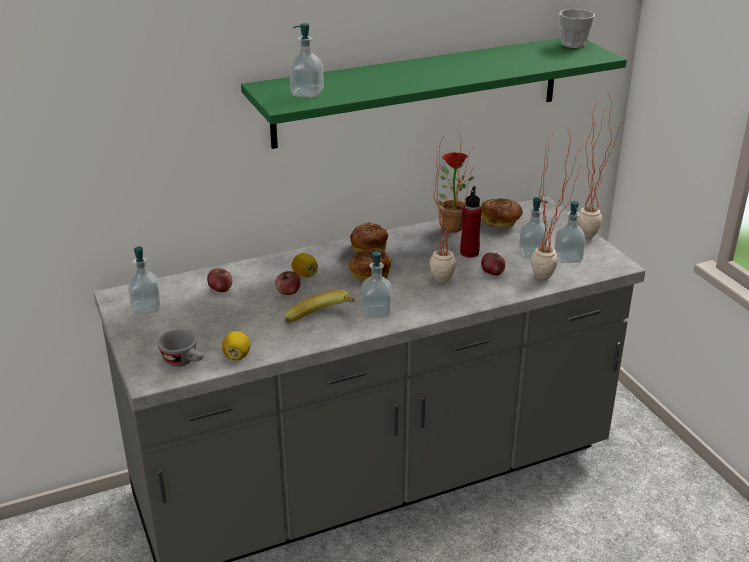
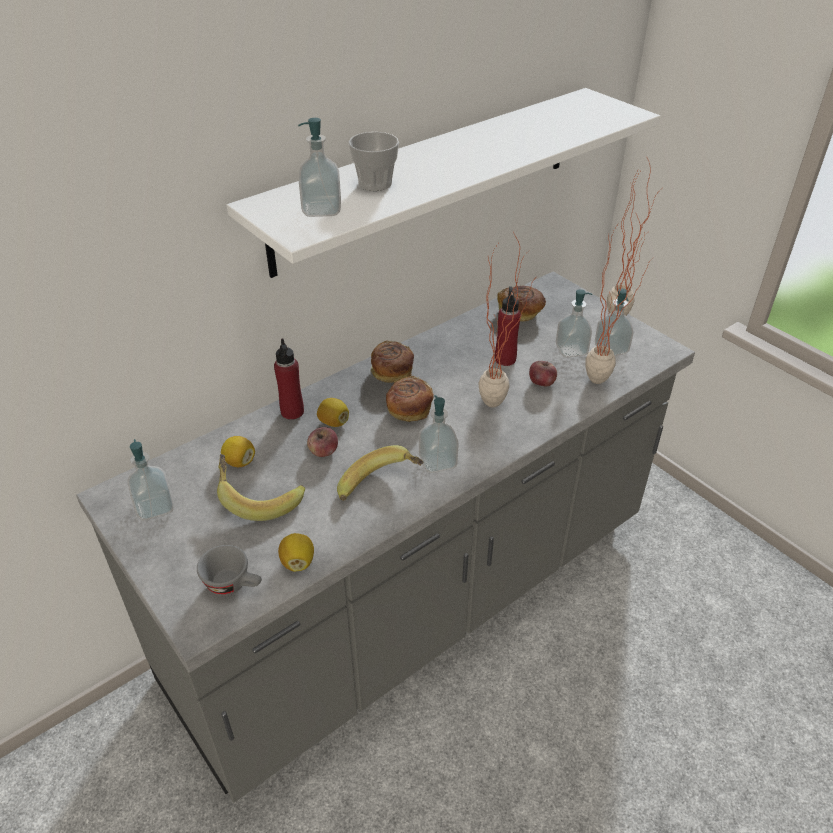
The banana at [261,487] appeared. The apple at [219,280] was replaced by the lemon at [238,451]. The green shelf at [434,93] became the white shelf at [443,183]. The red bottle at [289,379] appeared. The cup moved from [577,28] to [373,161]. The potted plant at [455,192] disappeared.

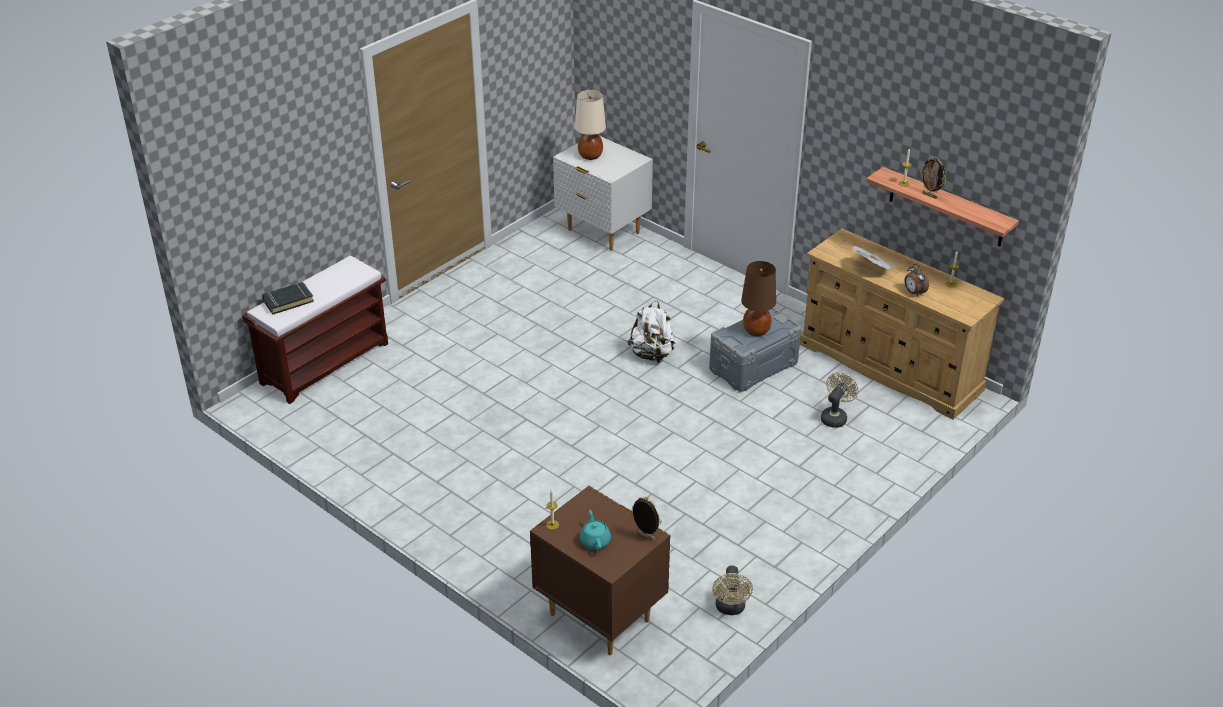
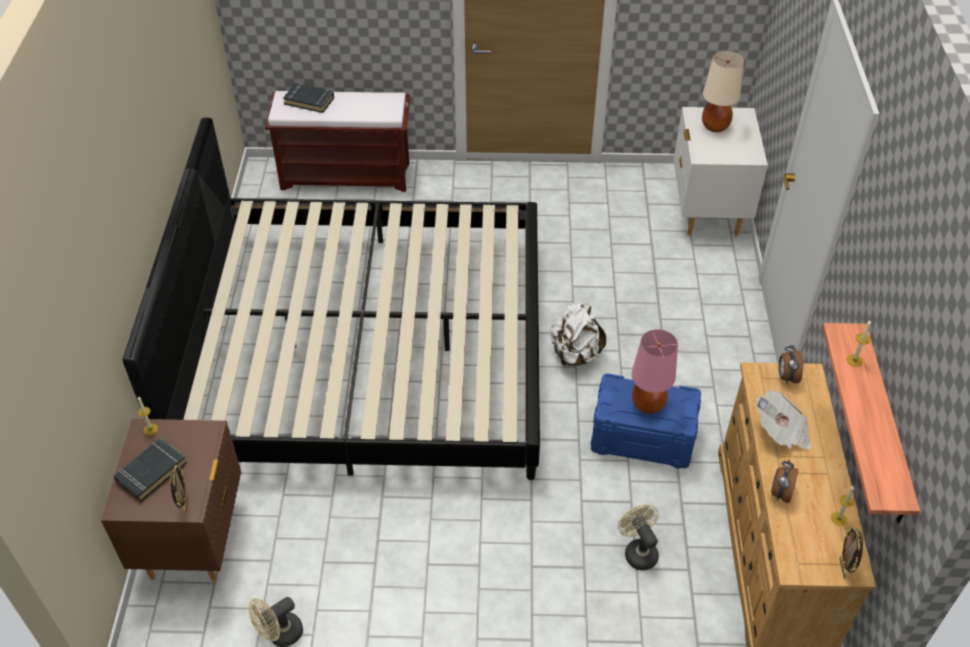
The turquoise teapot at [595,530] was replaced by the black book at [150,470]. The bed at [331,299] appeared. The grey storage box at [755,350] became the blue storage box at [645,421]. The beige fan at [840,400] turned 105 degrees counterclockwise. The brown table lamp at [758,298] became the pink table lamp at [655,371]. The alarm clock at [791,363] appeared. The picture frame moved from [933,178] to [851,553].

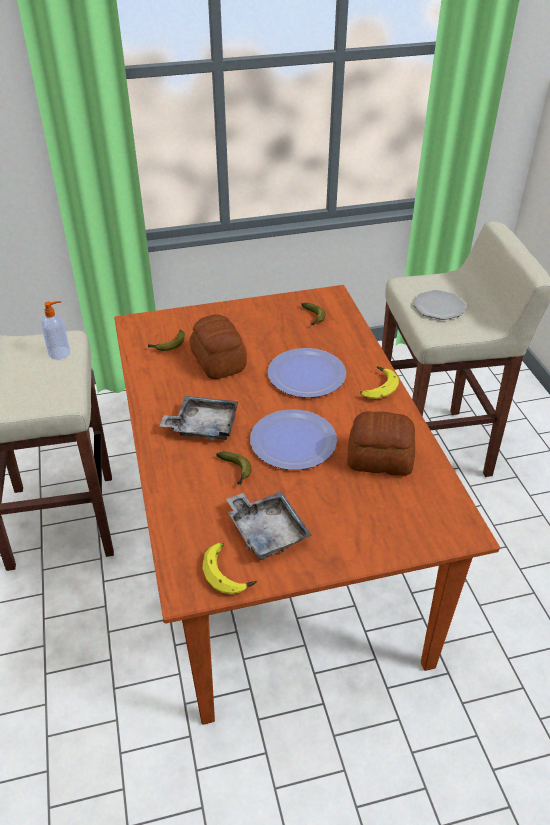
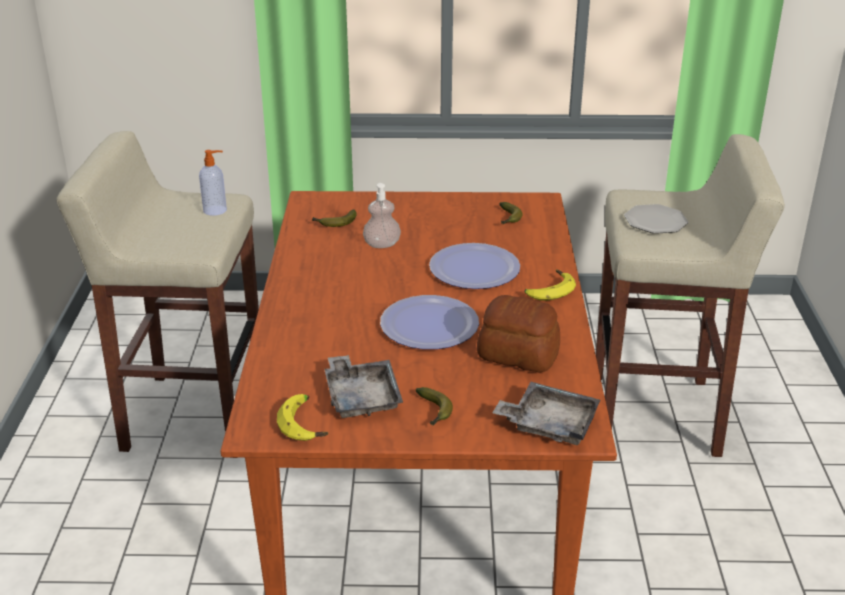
The bread at [218,346] was replaced by the soap dispenser at [382,215]. The banana moved from [234,468] to [434,406]. The grey tray moved from [199,418] to [546,413].

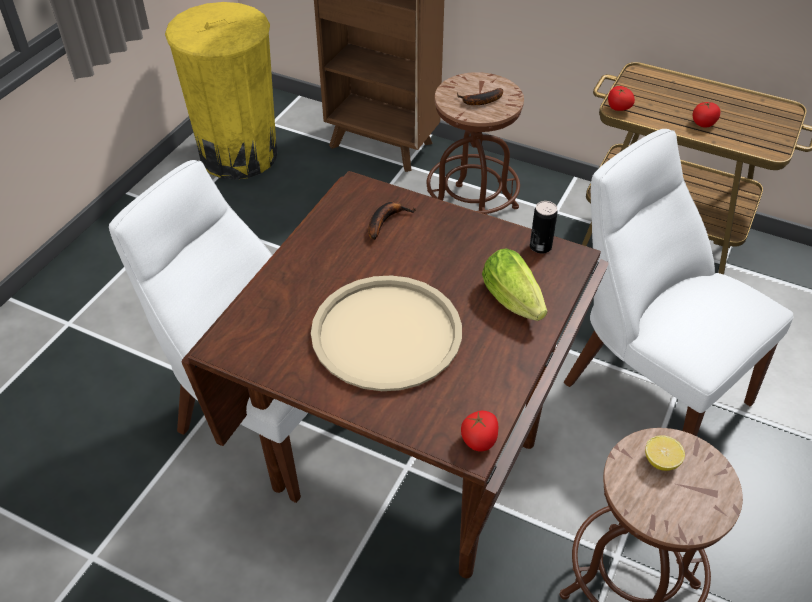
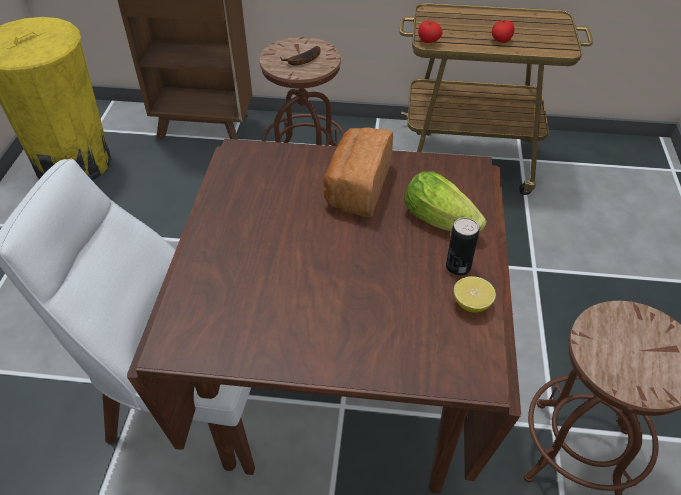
The bread at [358,172] appeared. The can moved from [544,227] to [462,247]. The lemon moved from [665,453] to [475,294]. The beige tray at [386,333] disappeared. The banana at [392,220] disappeared. The tomato at [479,431] disappeared. The white chair at [678,282] disappeared.

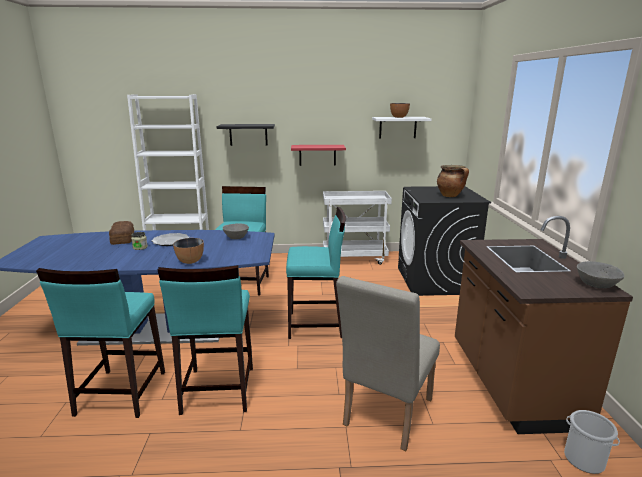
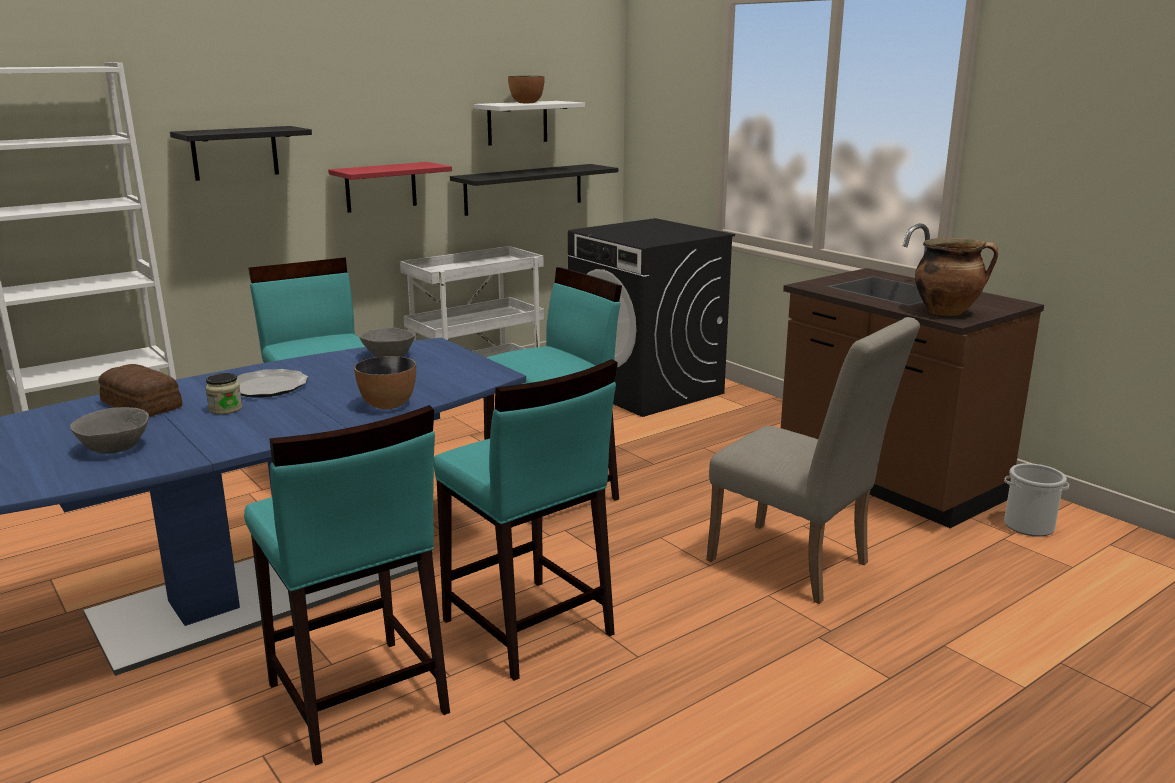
The grey bowl moved from [601,274] to [109,430]. The black shelf at [534,190] appeared. The beige chair at [388,363] turned 45 degrees counterclockwise. The cooking pot moved from [453,181] to [956,277].

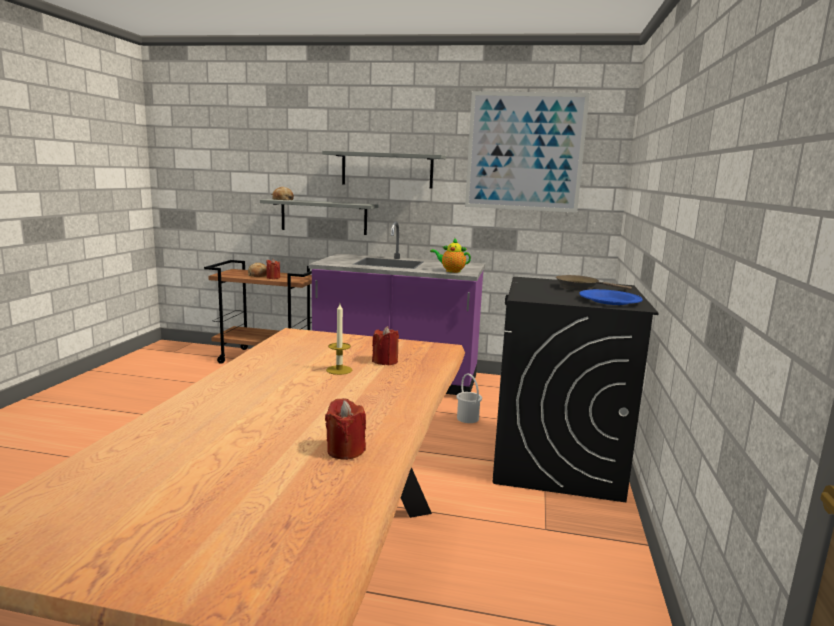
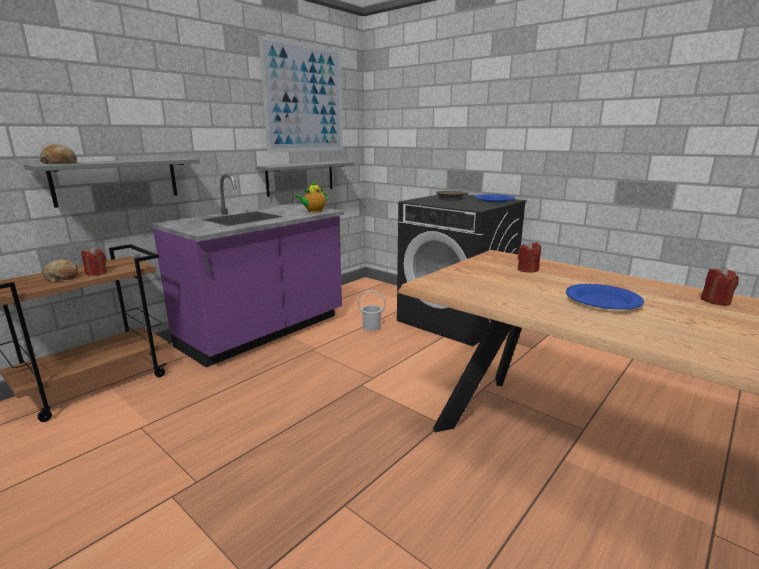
The grey shelf moved from [384,169] to [304,179]. The blue plate at [605,297] appeared. The candle at [339,339] disappeared.

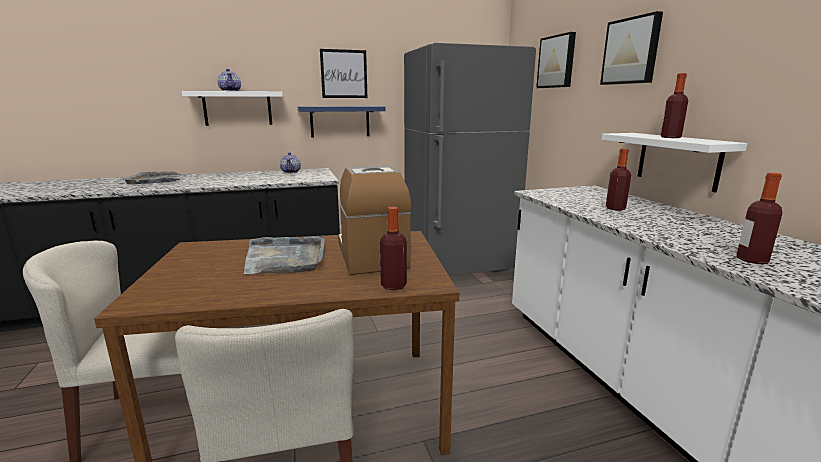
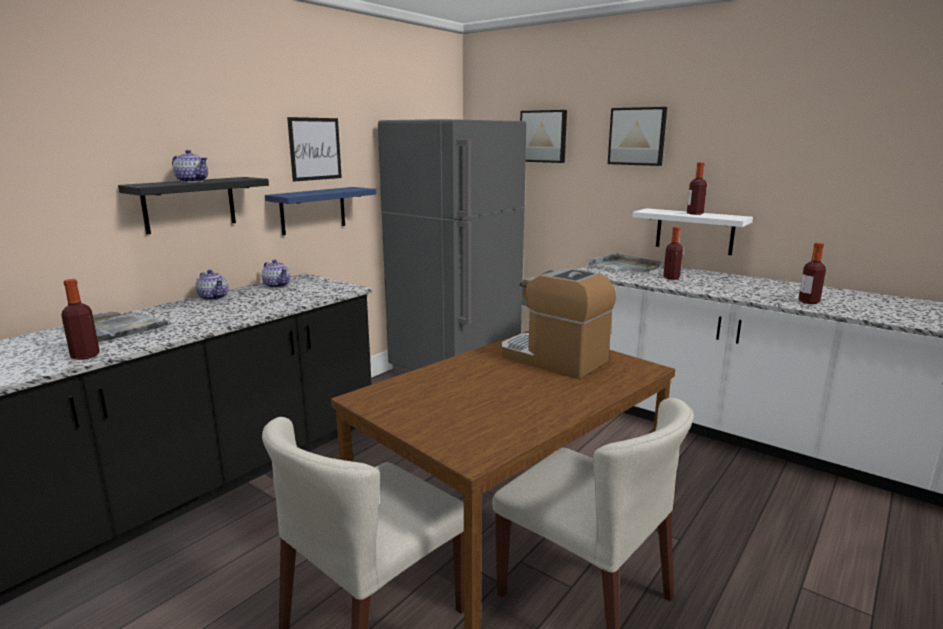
The bottle moved from [393,248] to [80,319]. The white shelf at [232,108] became the black shelf at [193,205]. The teapot at [211,285] appeared. The grey tray moved from [284,255] to [624,263].

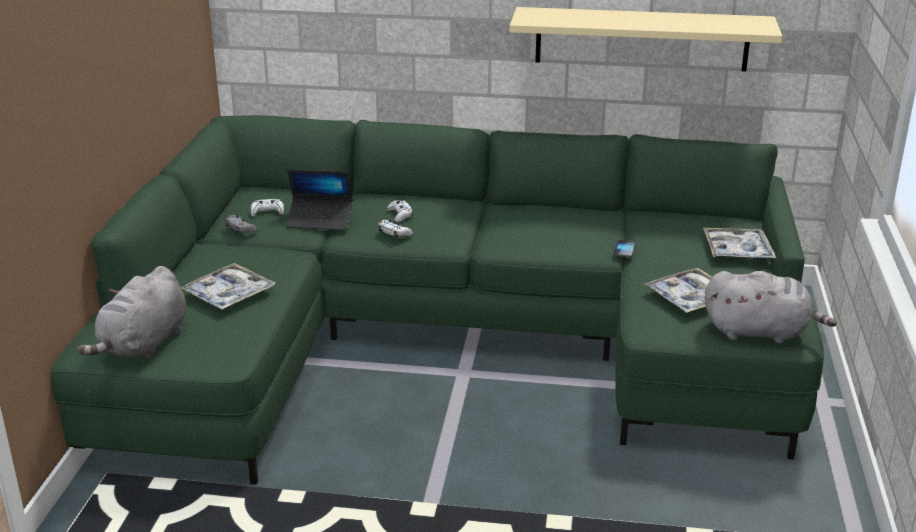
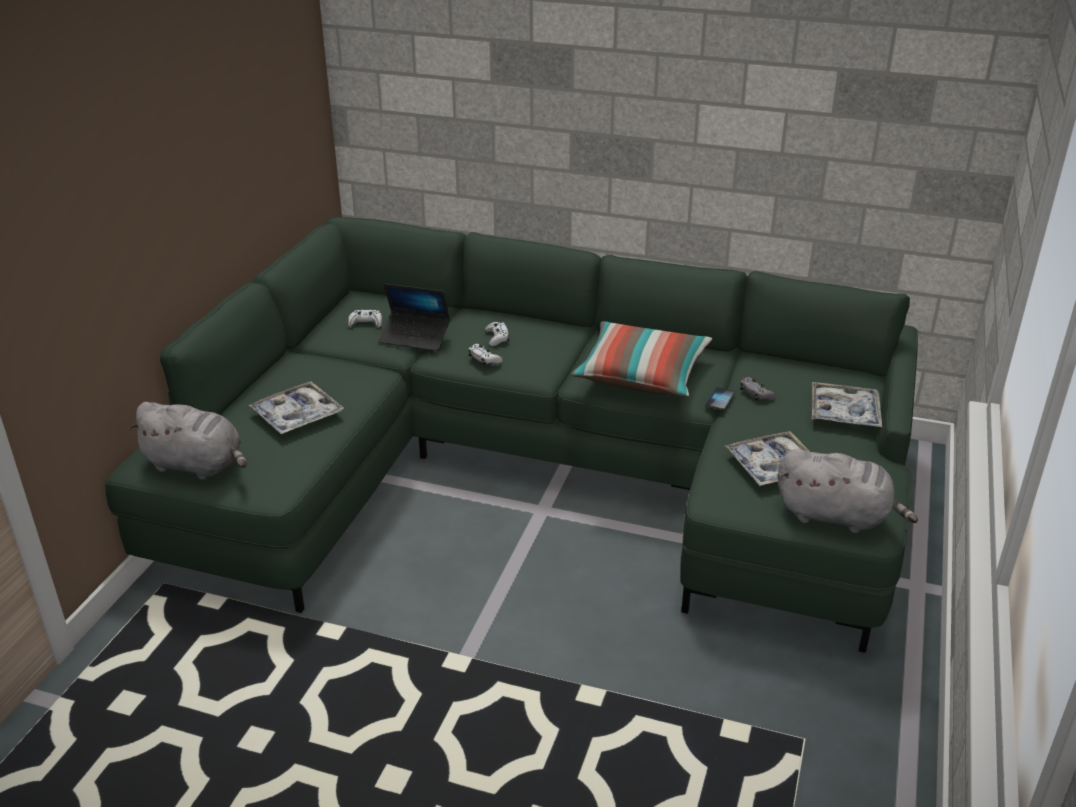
The grey plush toy at [131,312] turned 105 degrees counterclockwise. The pillow at [641,359] appeared. The grey game controller moved from [241,224] to [758,389]. The beige shelf at [646,39] disappeared.

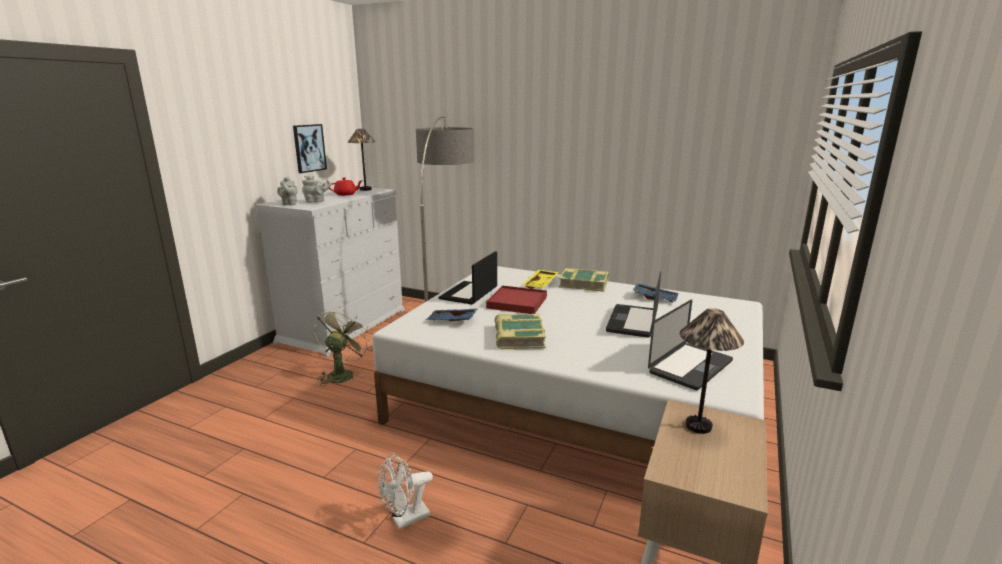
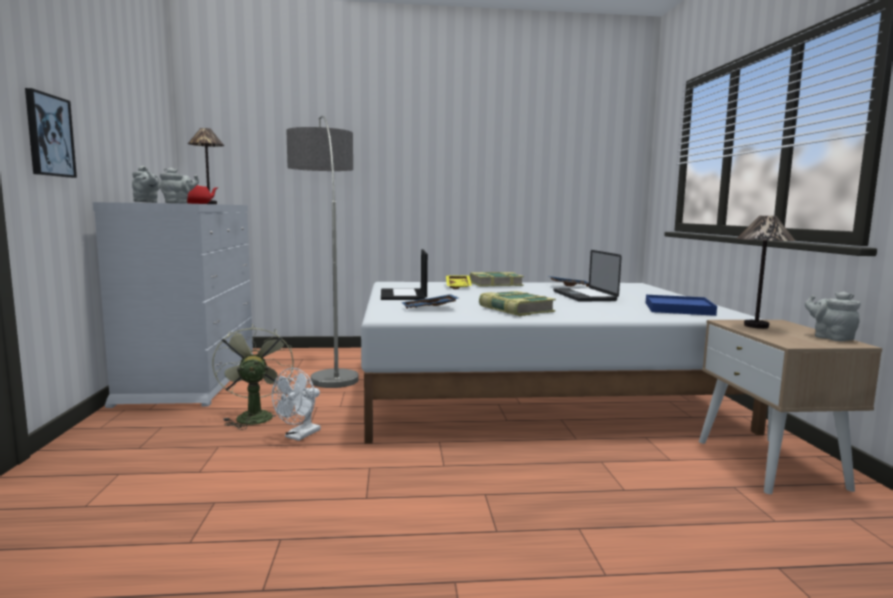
The picture moved from [310,148] to [51,133]. The white fan moved from [405,491] to [296,404]. The laptop at [690,344] was replaced by the blue tray at [681,305]. The grey teapot at [832,316] appeared. The red tray at [516,300] disappeared.

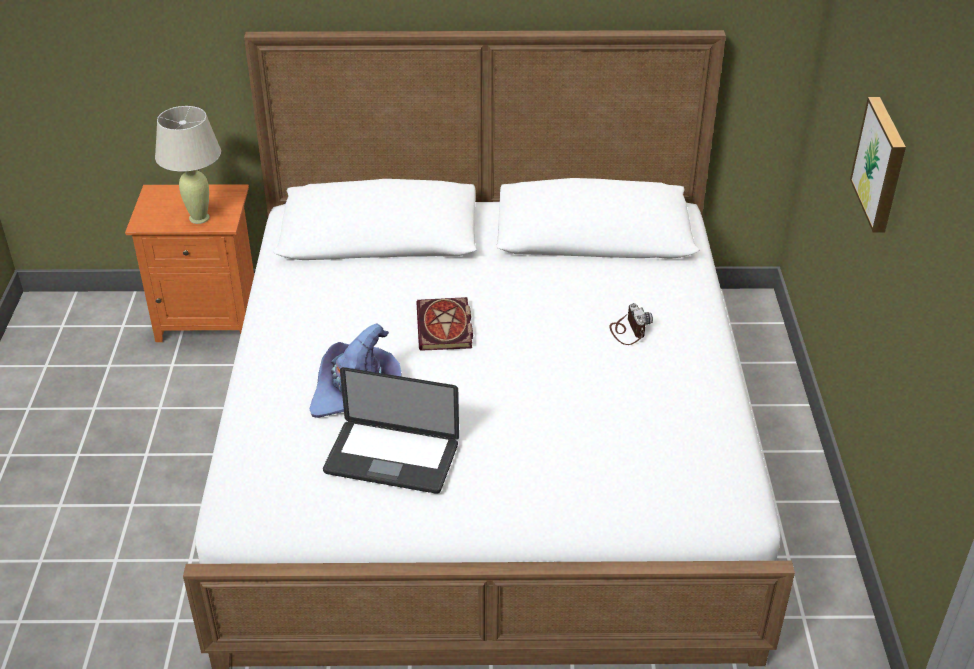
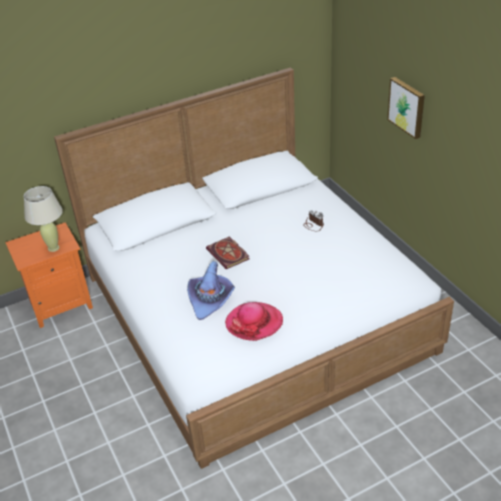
The laptop at [391,430] was replaced by the hat at [254,321].

